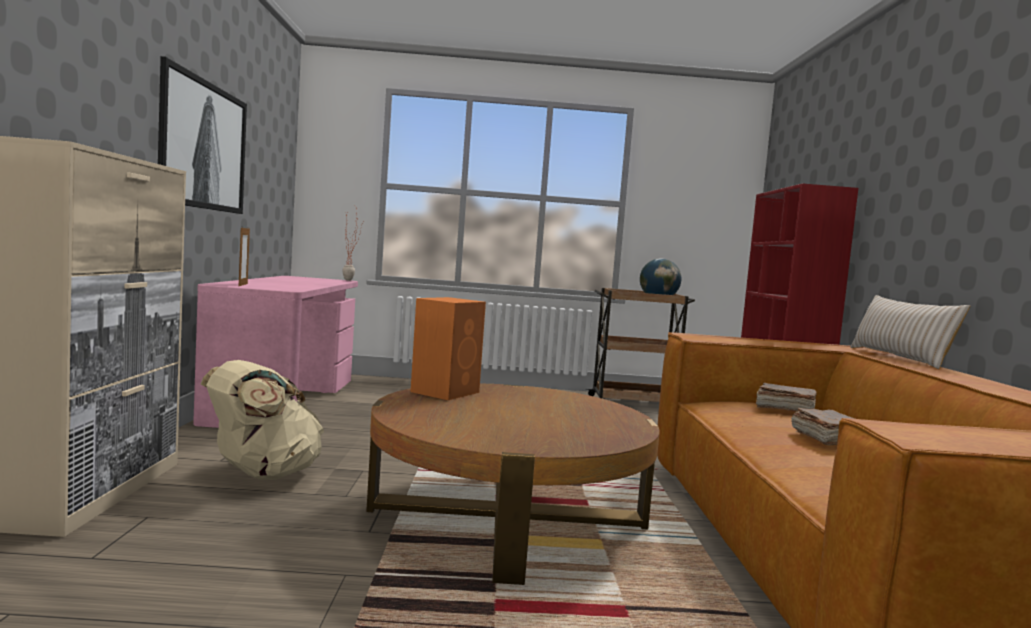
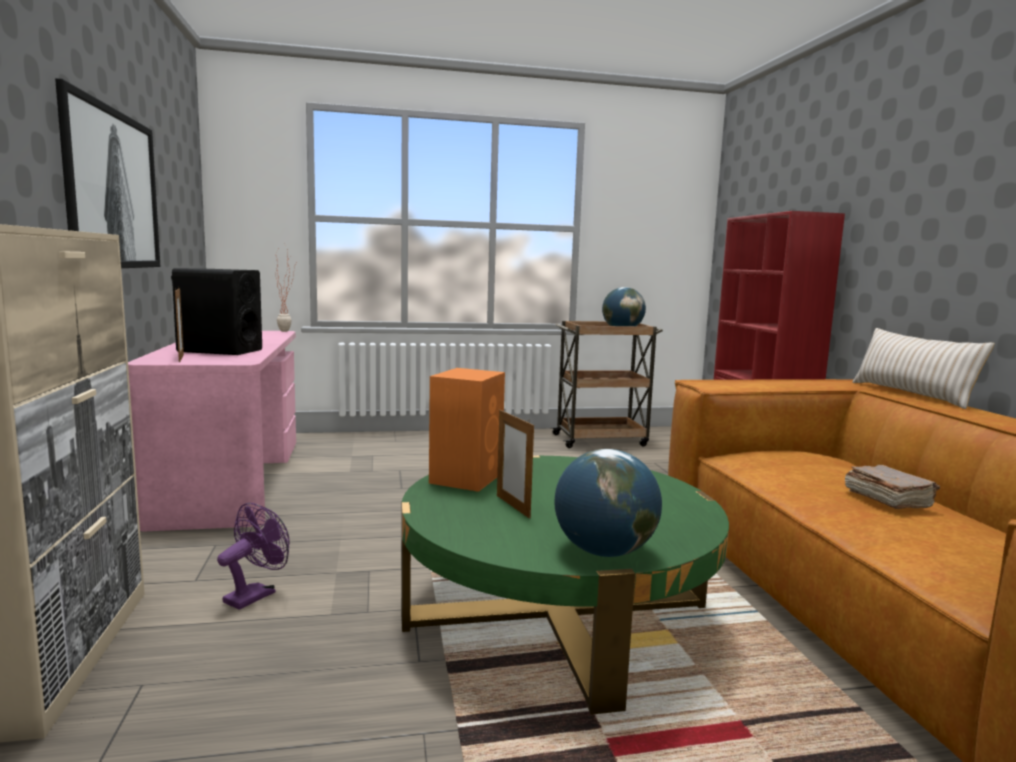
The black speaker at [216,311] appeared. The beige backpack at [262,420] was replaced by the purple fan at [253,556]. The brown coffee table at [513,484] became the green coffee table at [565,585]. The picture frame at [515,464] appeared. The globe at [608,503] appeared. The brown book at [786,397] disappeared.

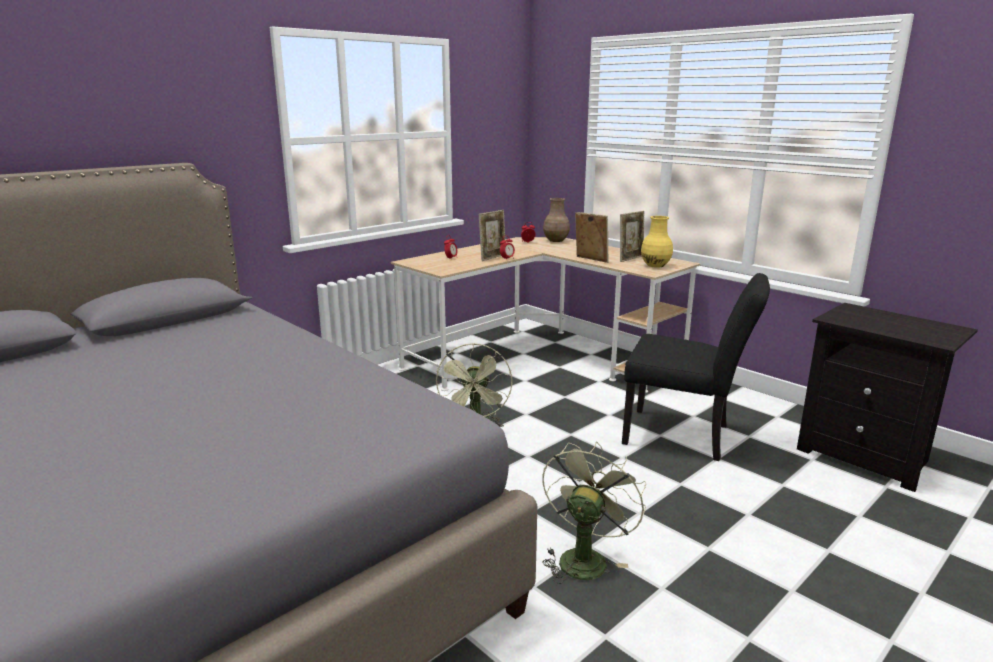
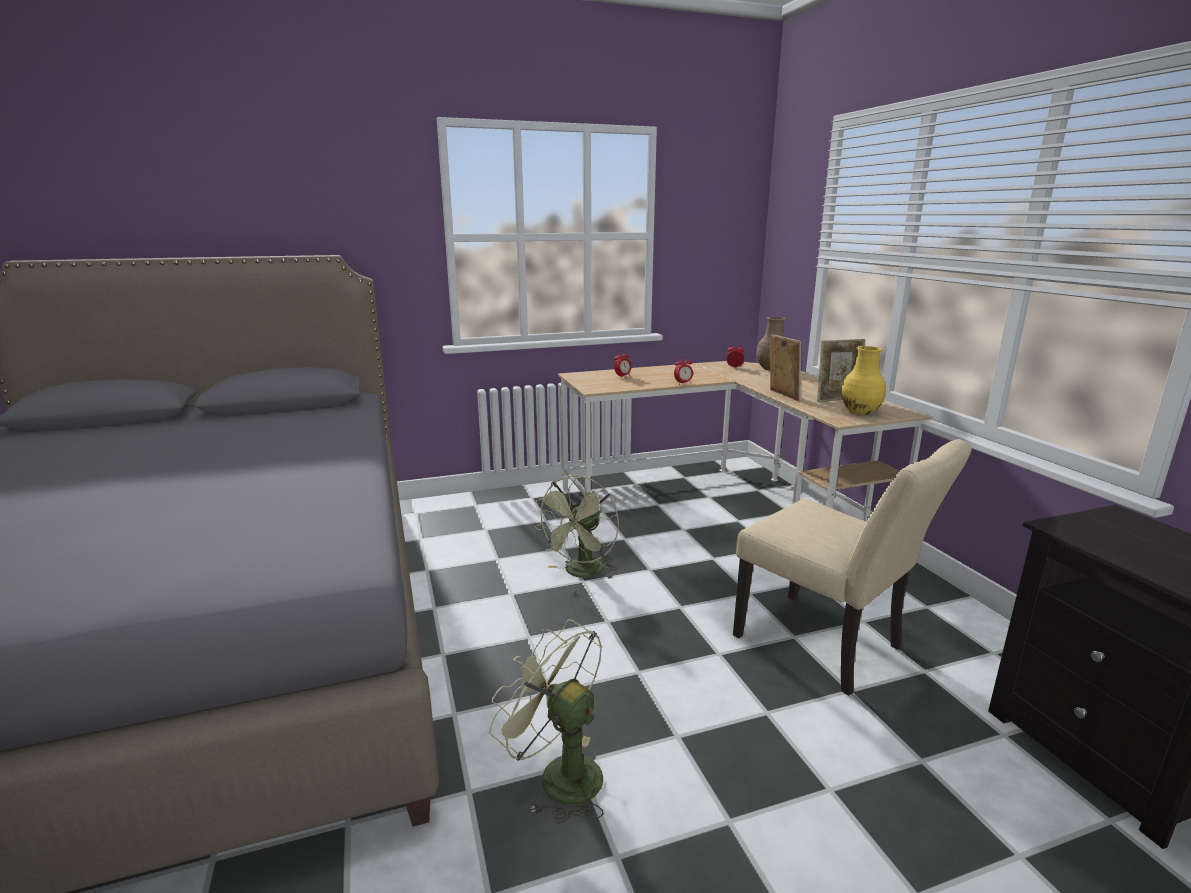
The green fan at [594,513] turned 105 degrees counterclockwise. The black chair at [696,367] became the beige chair at [852,567]. The picture frame at [492,235] disappeared.

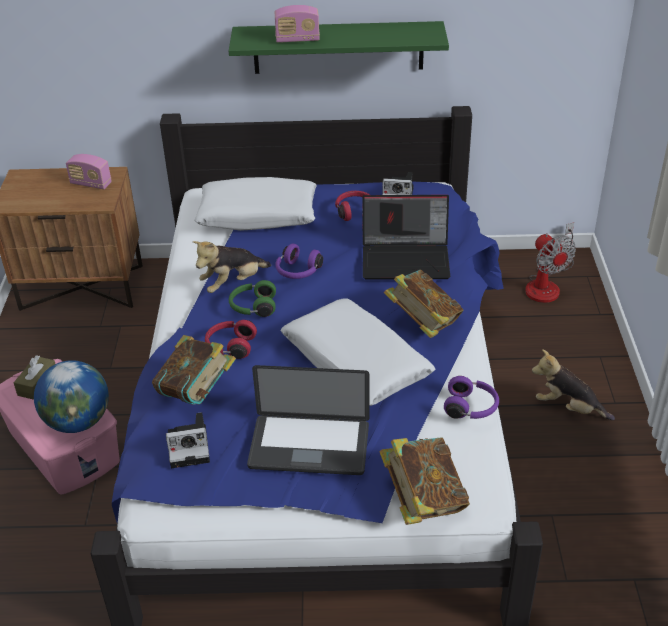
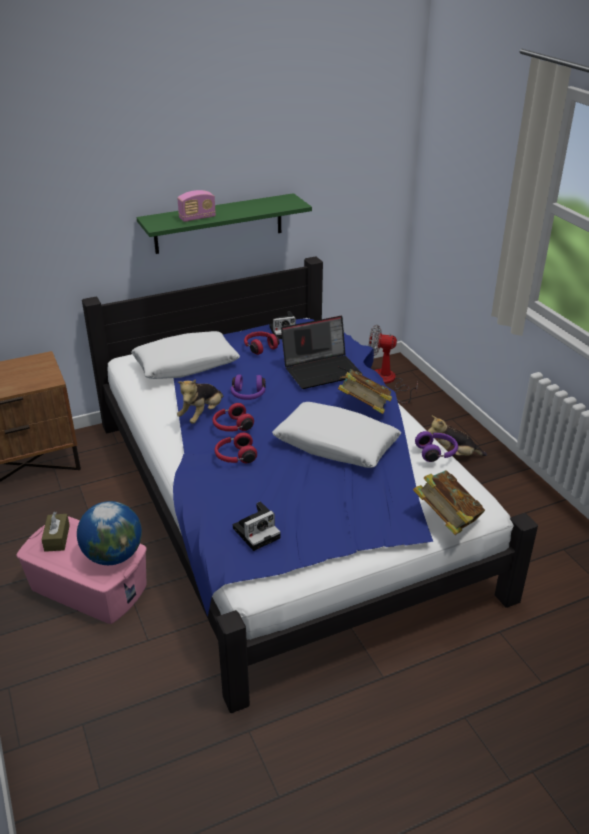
The green headphones at [252,298] became the red headphones at [233,417]. The fan at [550,262] turned 150 degrees clockwise. The radio at [89,171] disappeared. The book at [194,370] disappeared. The laptop at [308,420] disappeared.

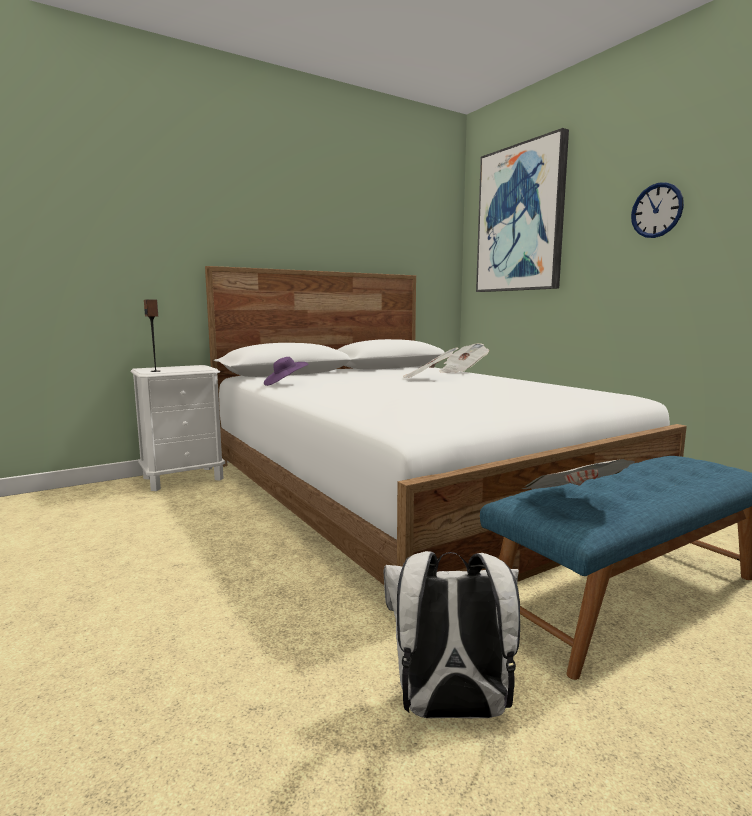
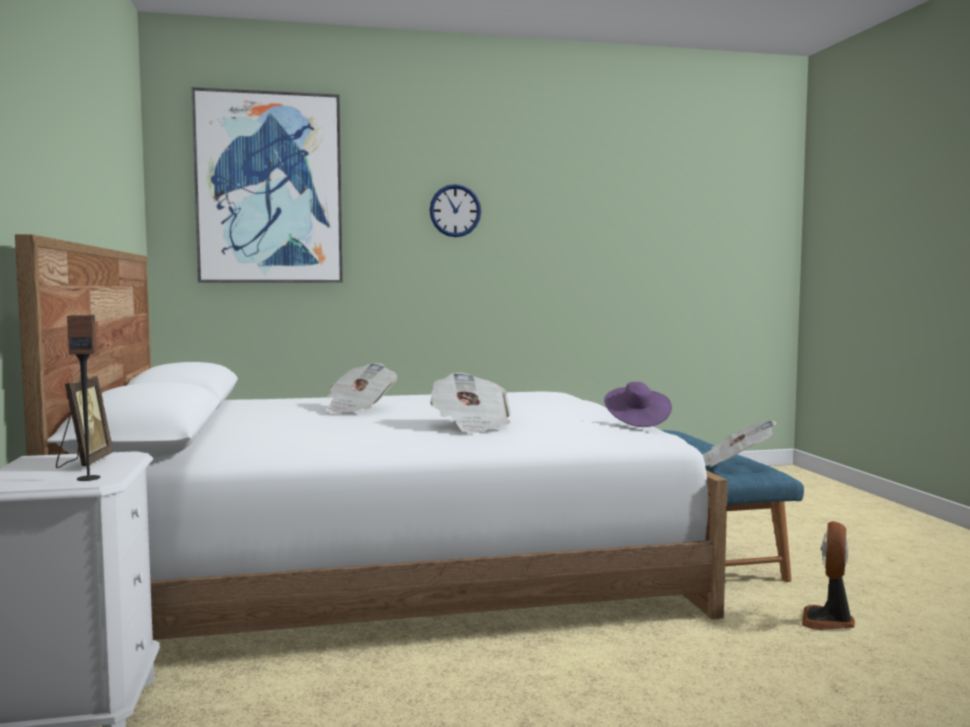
The picture frame at [84,422] appeared. The newspaper moved from [464,358] to [470,403]. The purple hat moved from [286,371] to [638,404]. The white backpack at [452,634] was replaced by the fan at [828,575].

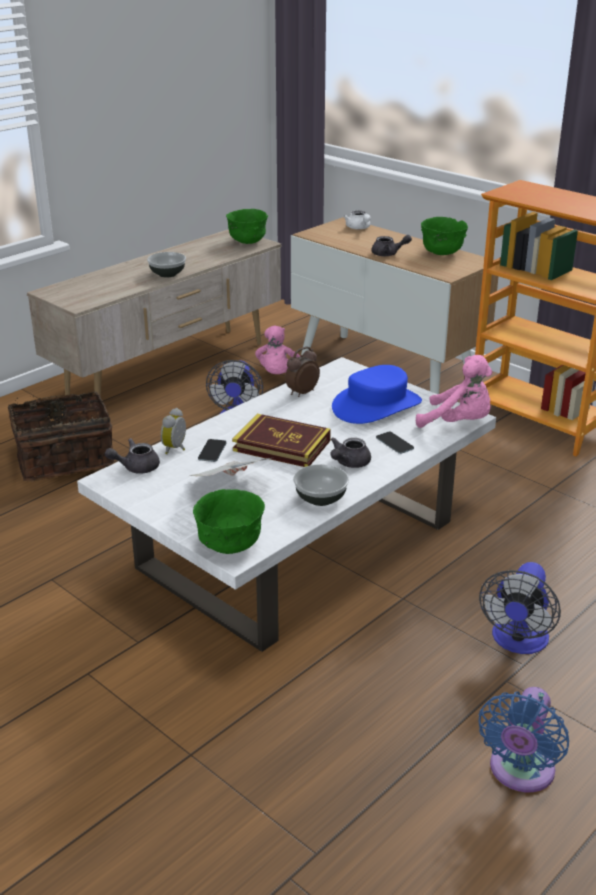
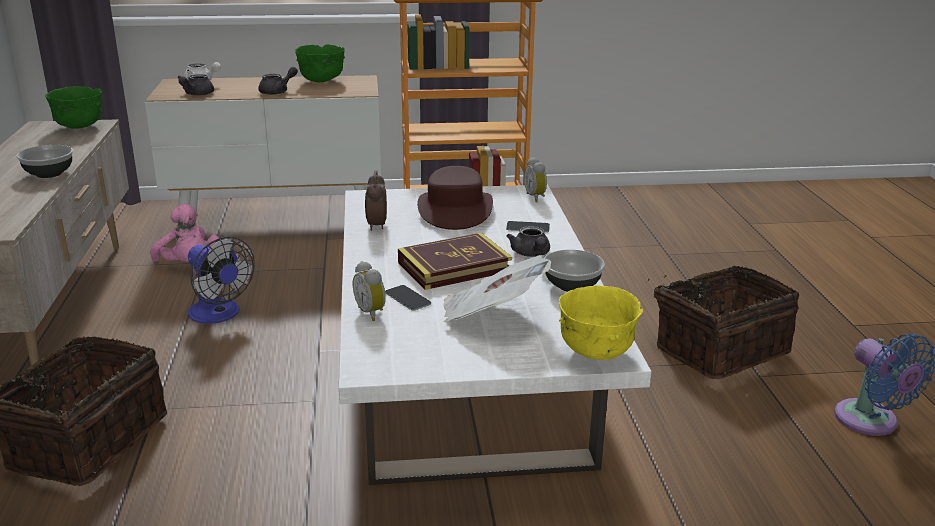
The grey teapot moved from [132,456] to [195,85]. The blue hat at [377,394] became the brown hat at [455,198]. The pink plush toy at [454,391] was replaced by the alarm clock at [535,179]. The green bowl at [229,521] became the yellow bowl at [601,322]. The fan at [520,608] was replaced by the basket at [722,322].

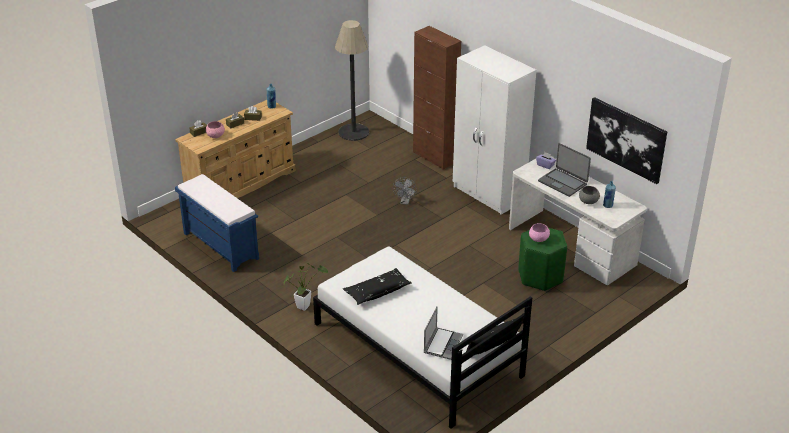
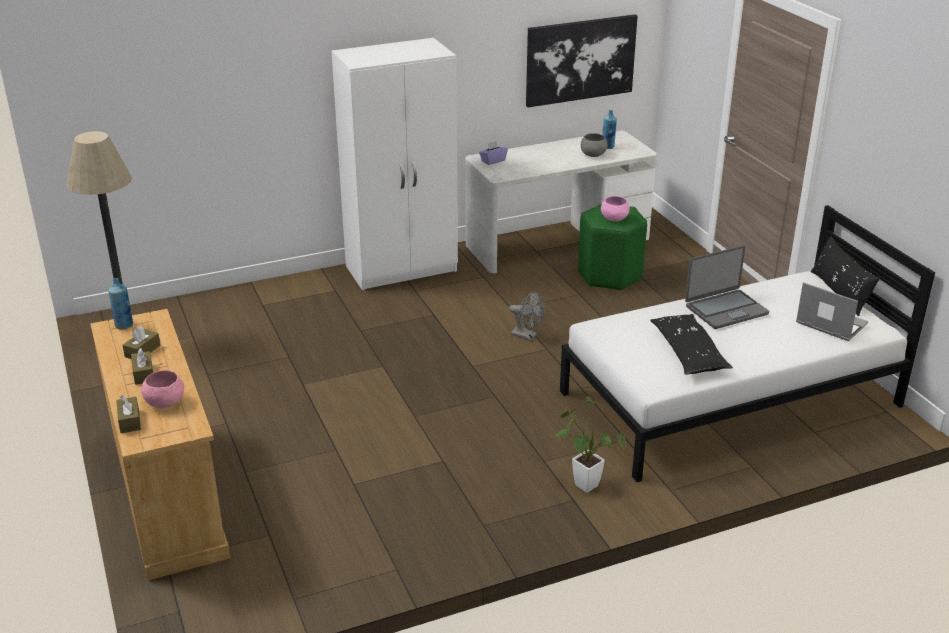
The grey fan moved from [405,191] to [527,316]. The laptop moved from [564,170] to [727,287]. The blue bench at [217,223] disappeared. The brown cabinet at [437,98] disappeared.

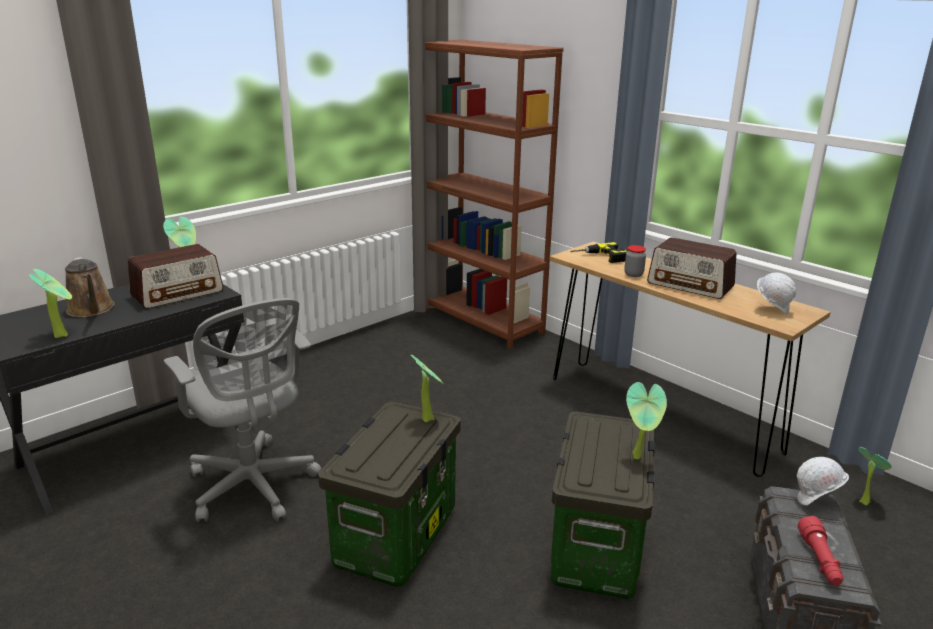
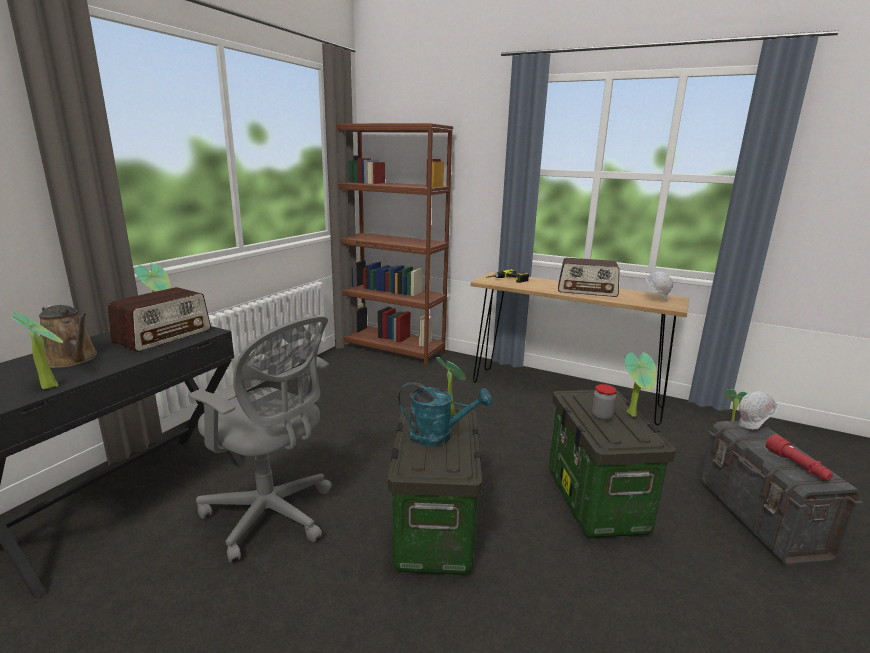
The turquoise watering can at [445,414] appeared. The jar moved from [635,261] to [604,402].

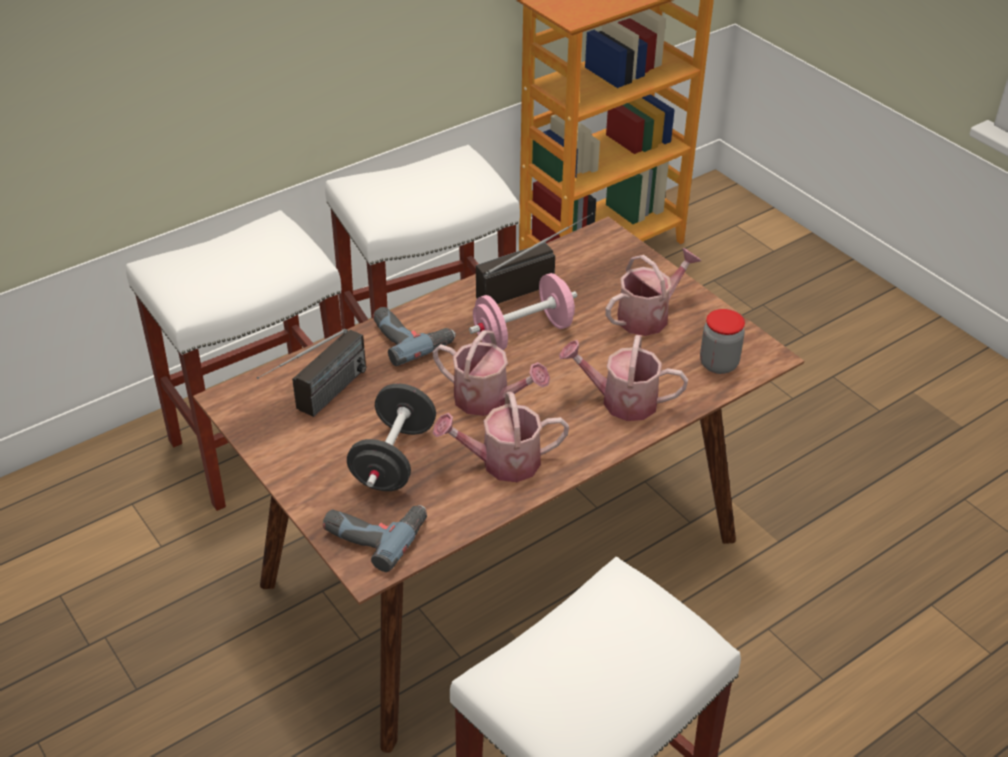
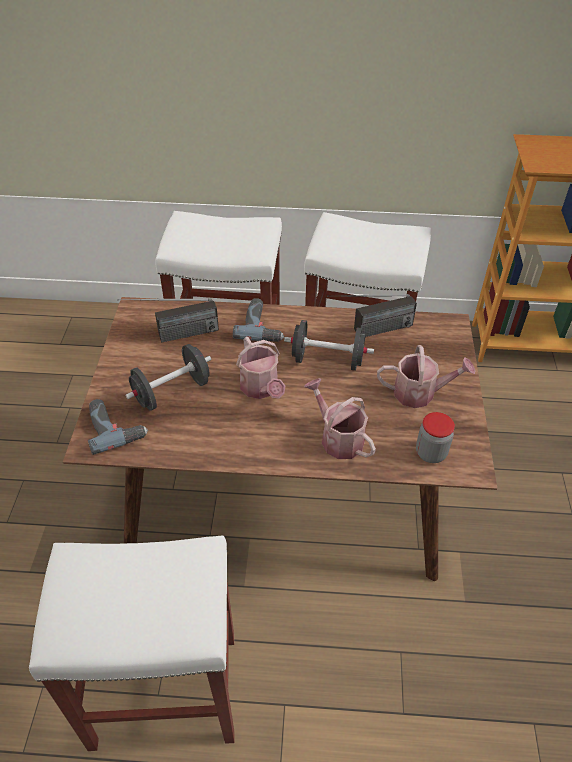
The pink dumbbell at [523,311] became the black dumbbell at [329,345]. The radio at [534,258] turned 150 degrees clockwise. The watering can at [501,437] disappeared.

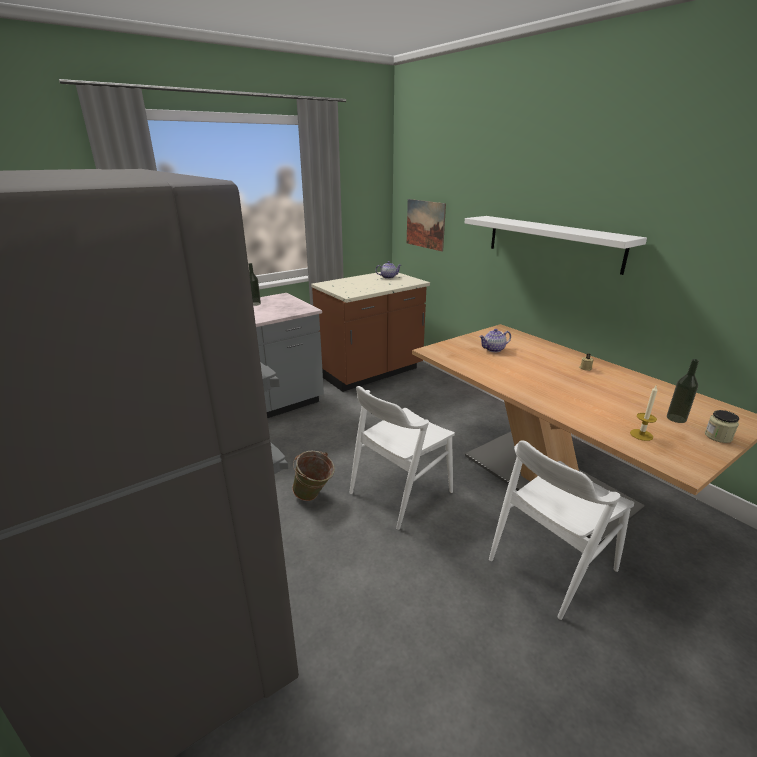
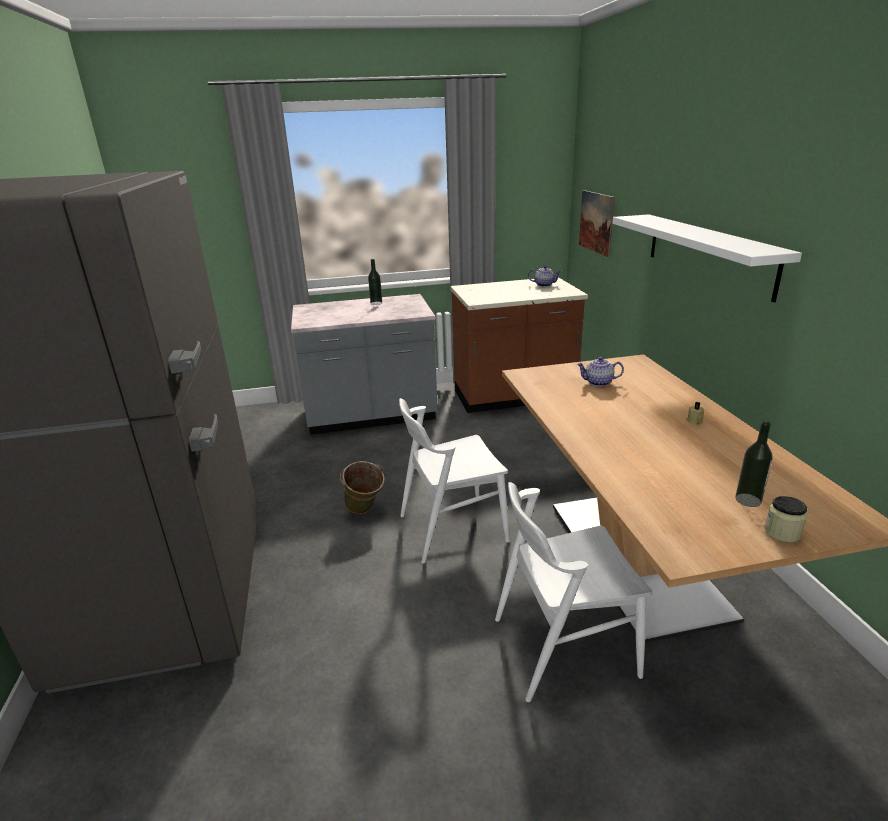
The candle at [643,413] disappeared.

